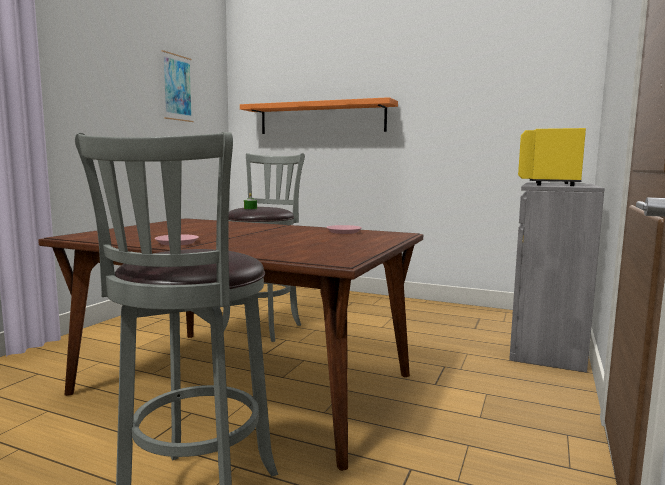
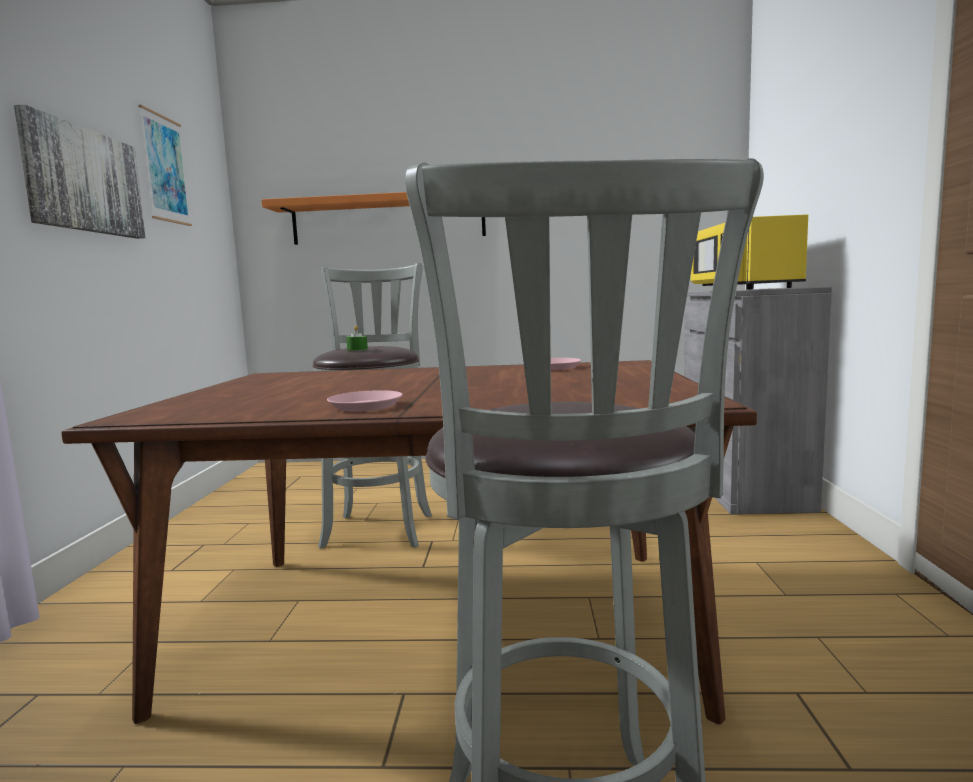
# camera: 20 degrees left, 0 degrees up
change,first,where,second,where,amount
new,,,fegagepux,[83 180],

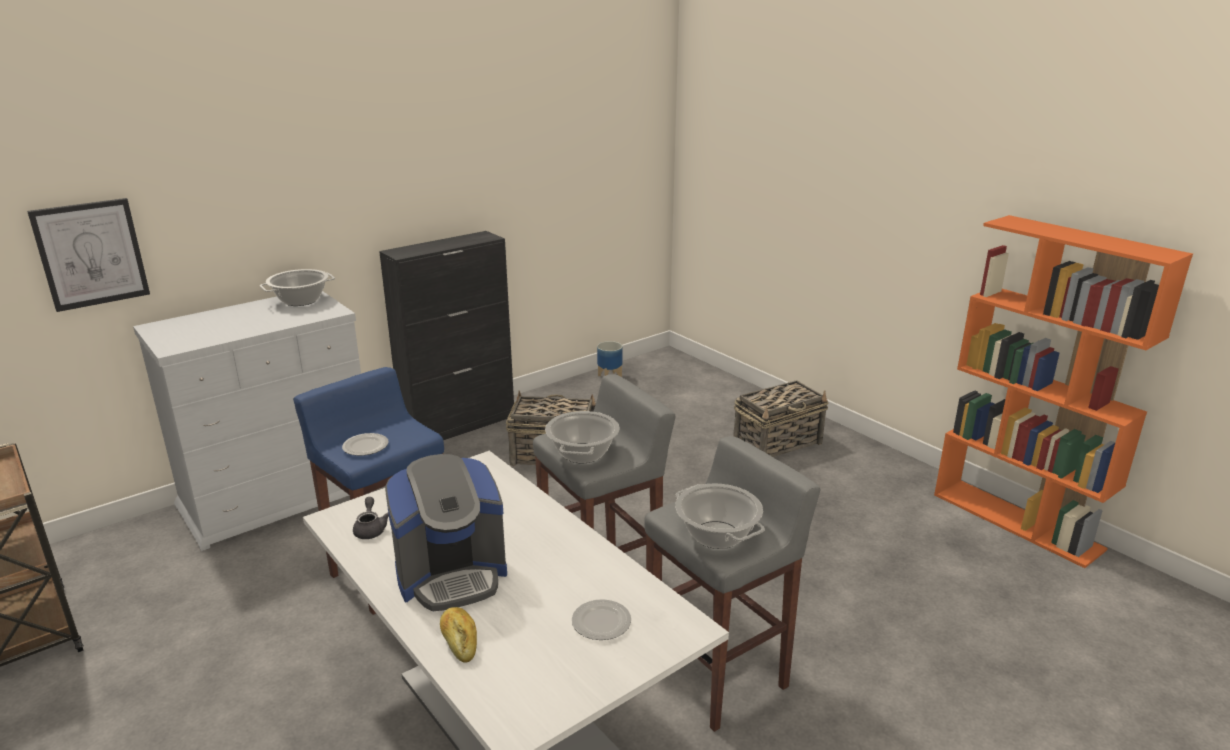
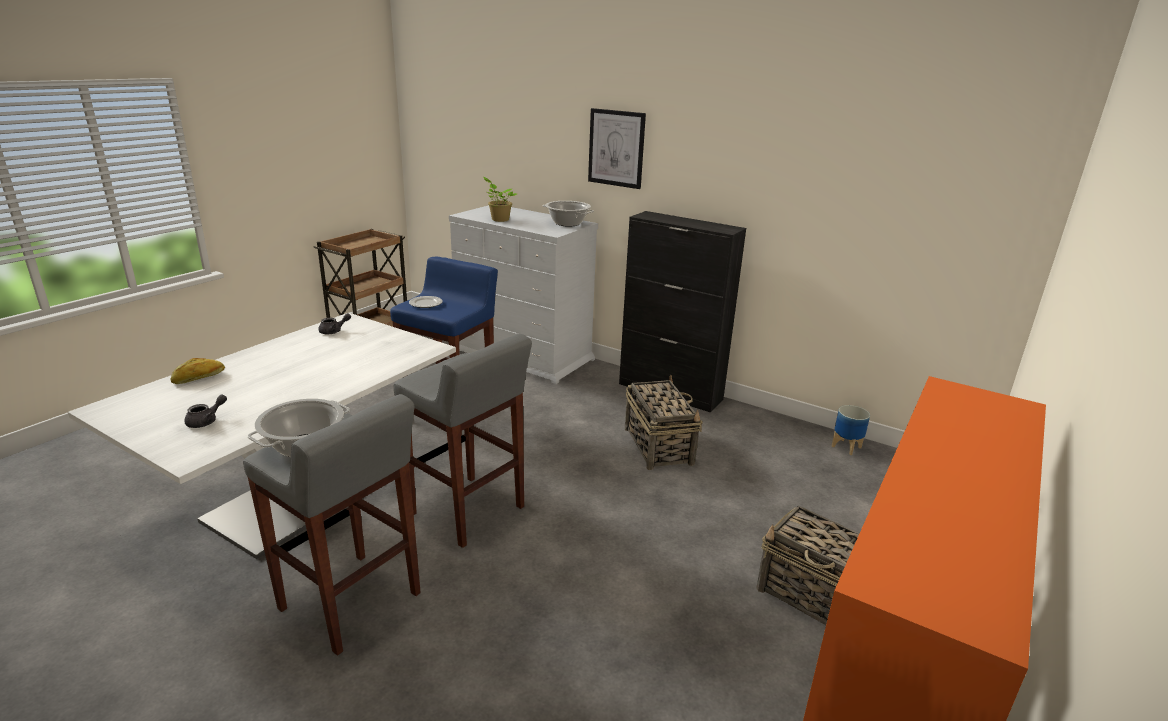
# camera: 70 degrees right, 0 degrees up
change,first,where,second,where,amount
shifted,fegagepux,[91 254],,[616 148],
gone,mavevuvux,[452 575],,,
gone,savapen,[582 453],,,
swapped,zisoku,[600 622],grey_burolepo,[206 421],
new,,,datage,[499 219],

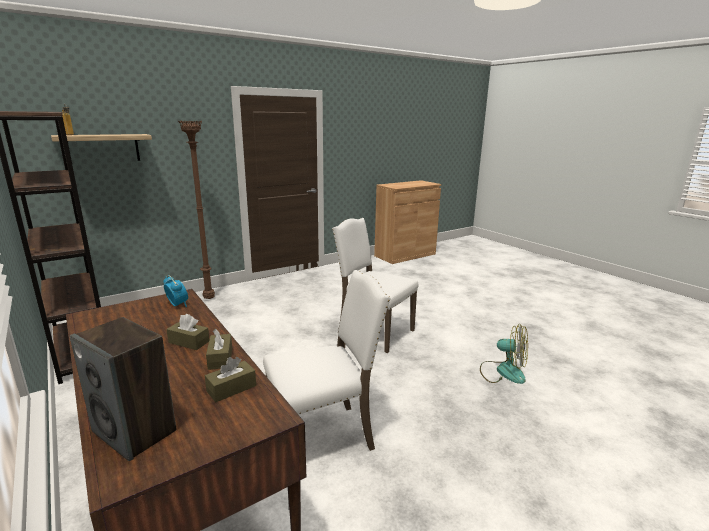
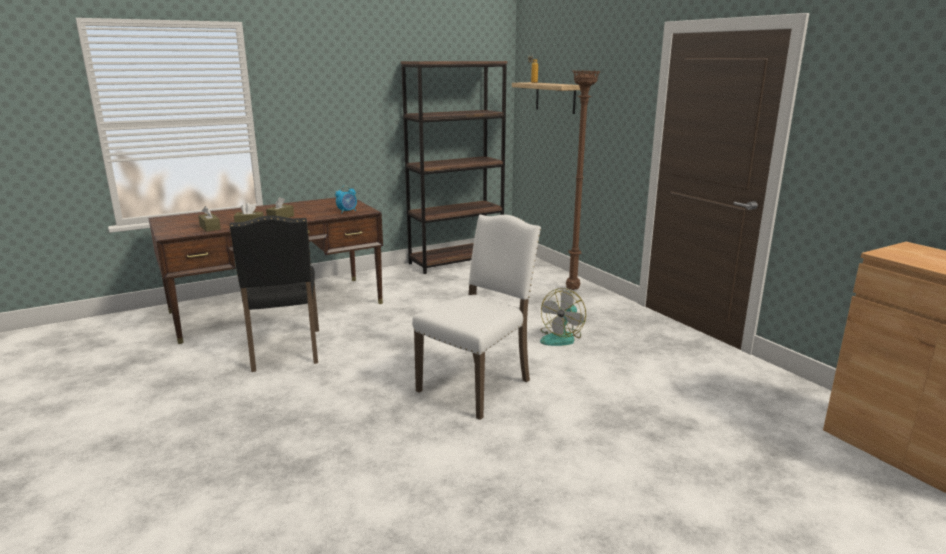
# camera: 95 degrees right, 0 degrees up
change,first,where,second,where,amount
gone,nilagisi,[135 431],,,
repainted,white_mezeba,[323 436],black_mezeba,[284 350],
shifted,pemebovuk,[503 371],,[561 338],

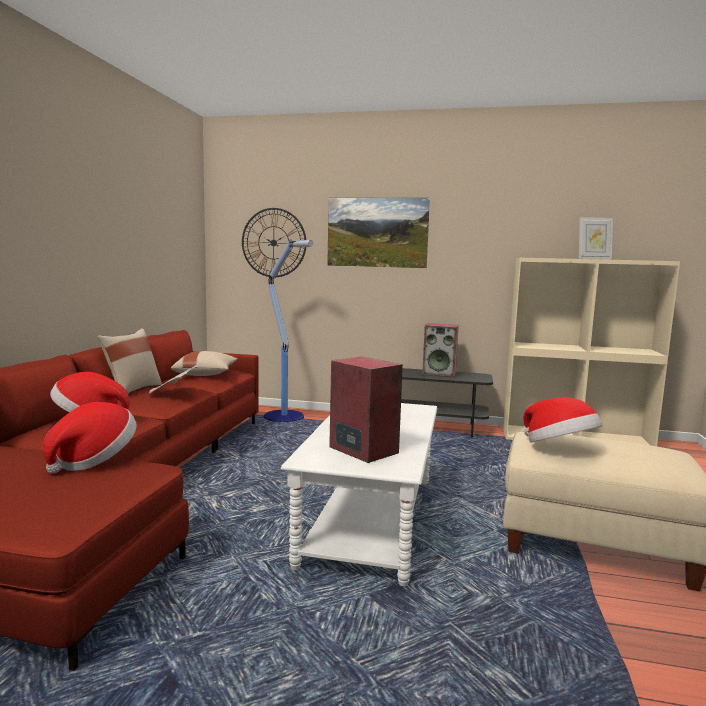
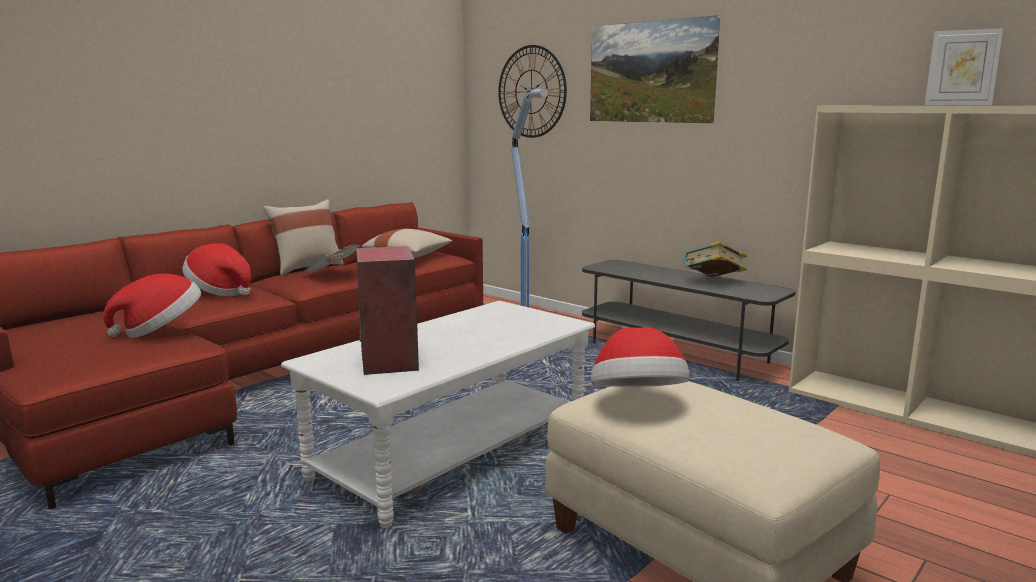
# camera: 30 degrees right, 5 degrees up
change,first,where,second,where,amount
swapped,nilagisi,[439 373],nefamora,[714 282],

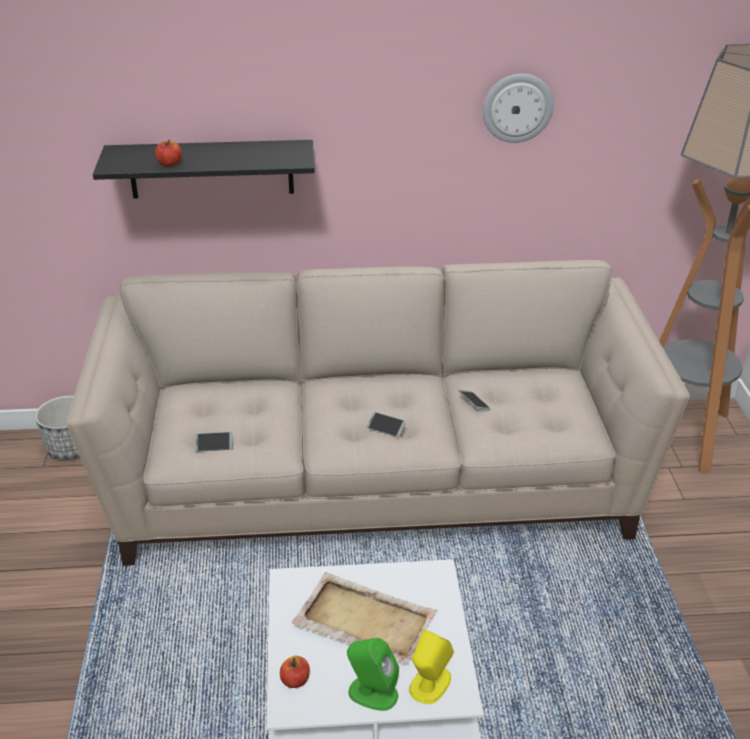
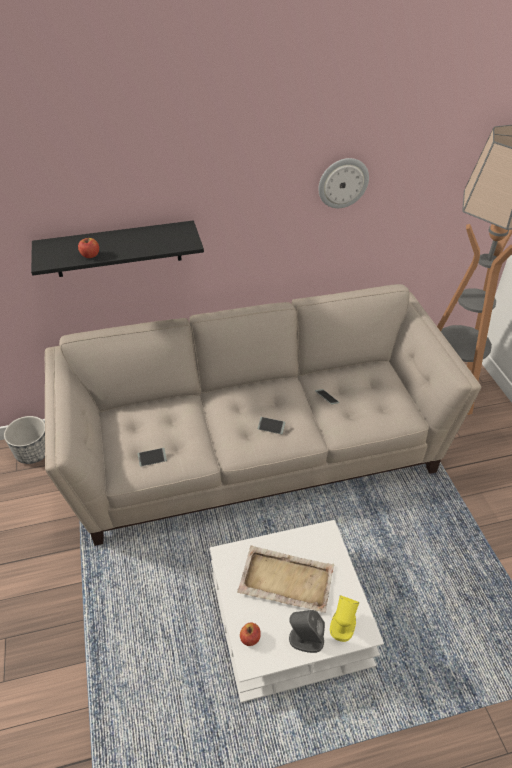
# camera: 10 degrees left, 10 degrees up
change,first,where,second,where,amount
repainted,green_nilagisi,[372 693],grey_nilagisi,[305 639],

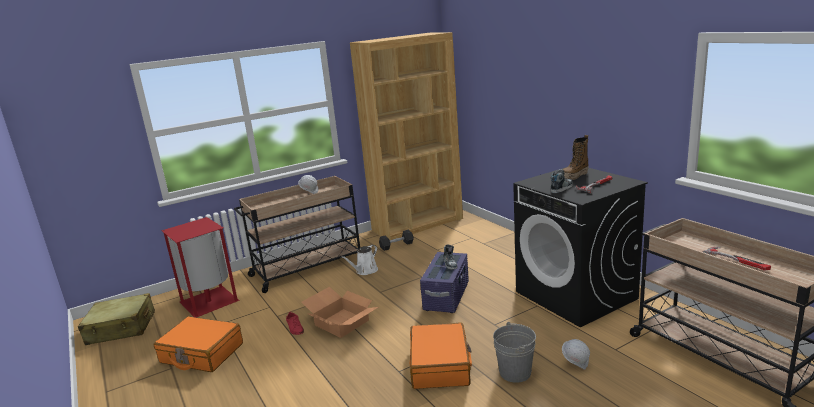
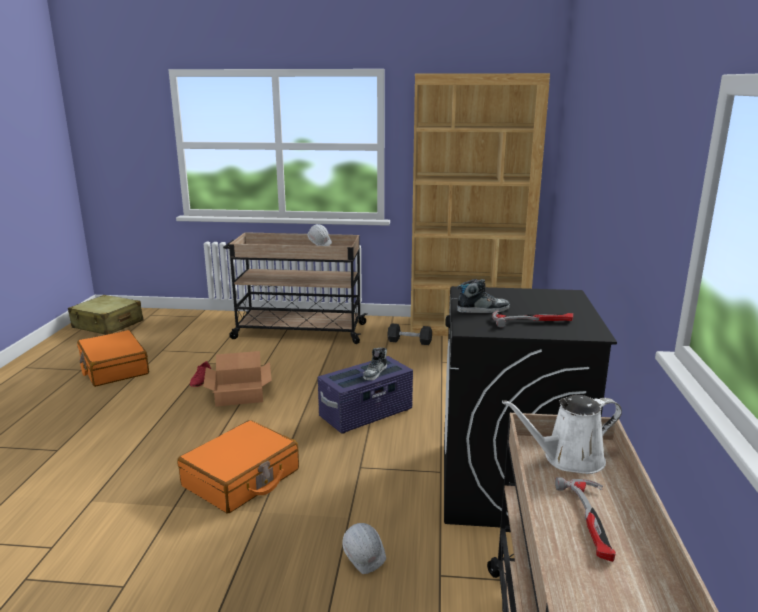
# camera: 35 degrees right, 0 degrees up
change,first,where,second,where,amount
gone,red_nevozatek,[209 301],,,
shifted,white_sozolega,[365 271],,[568 459],
gone,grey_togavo,[515 372],,,
gone,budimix,[575 176],,,

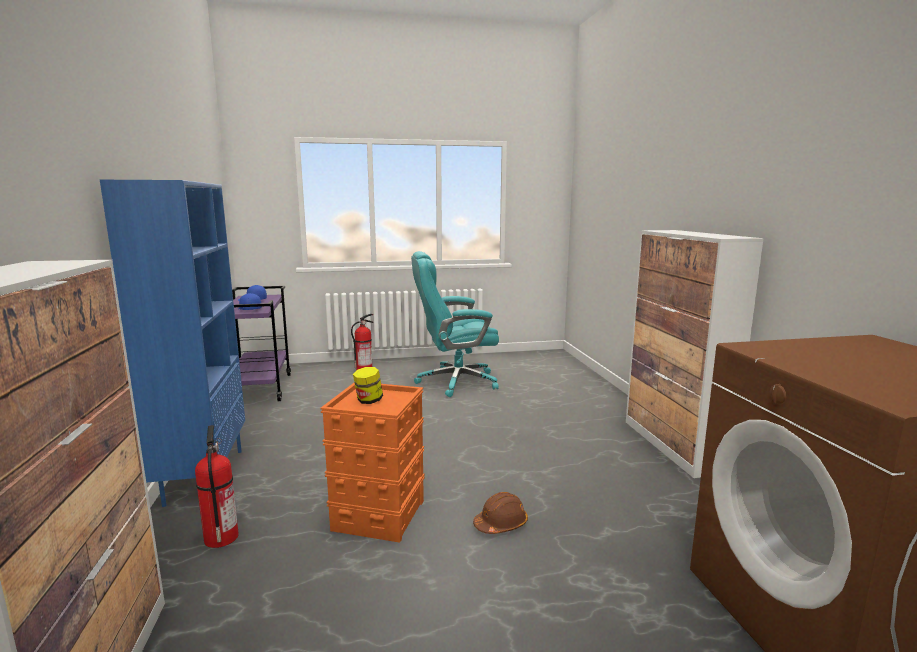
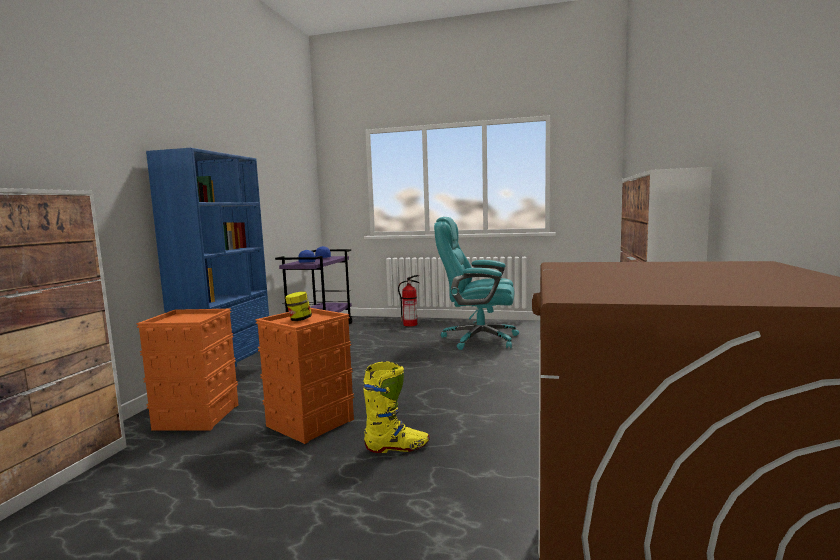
# camera: 25 degrees right, 5 degrees down
change,first,where,second,where,amount
swapped,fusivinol,[220 537],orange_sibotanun,[196 416],
swapped,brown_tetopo,[501 524],yellow_budimix,[397 447],

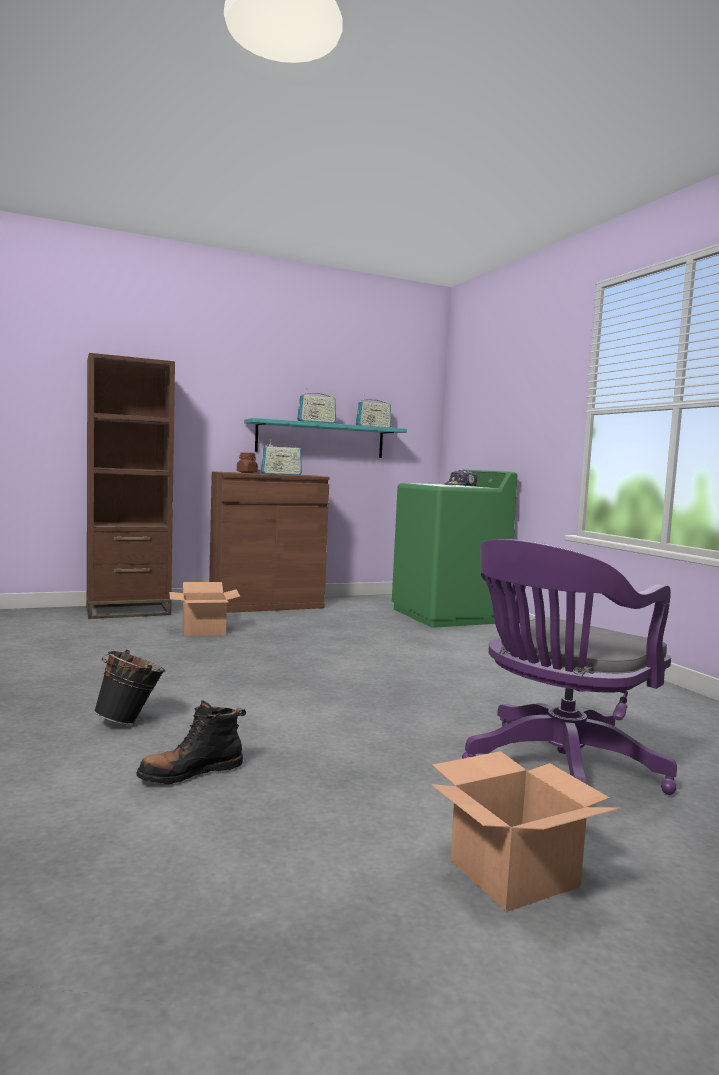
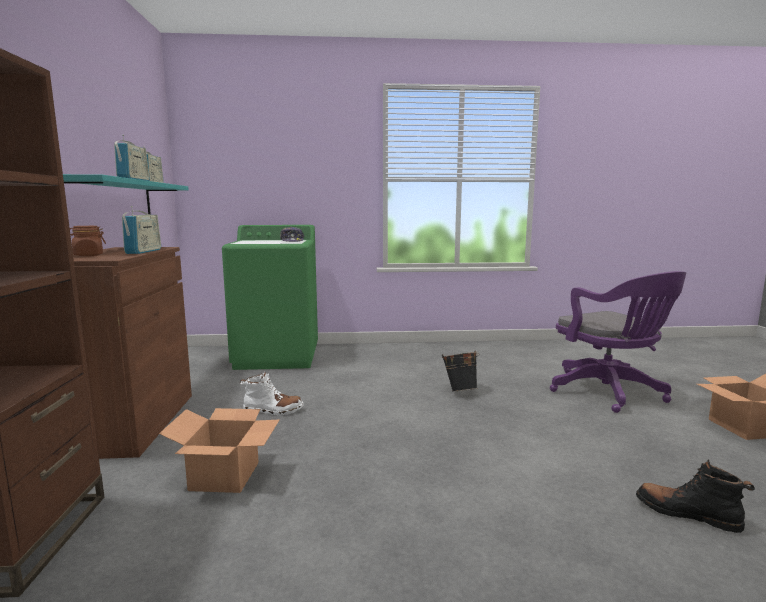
# camera: 70 degrees left, 5 degrees up
change,first,where,second,where,amount
shifted,black_togavo,[130 721],,[460 391],
rotated,black_budimix,[191 773],,[687 514],135 degrees clockwise
new,,,white_budimix,[273 410],

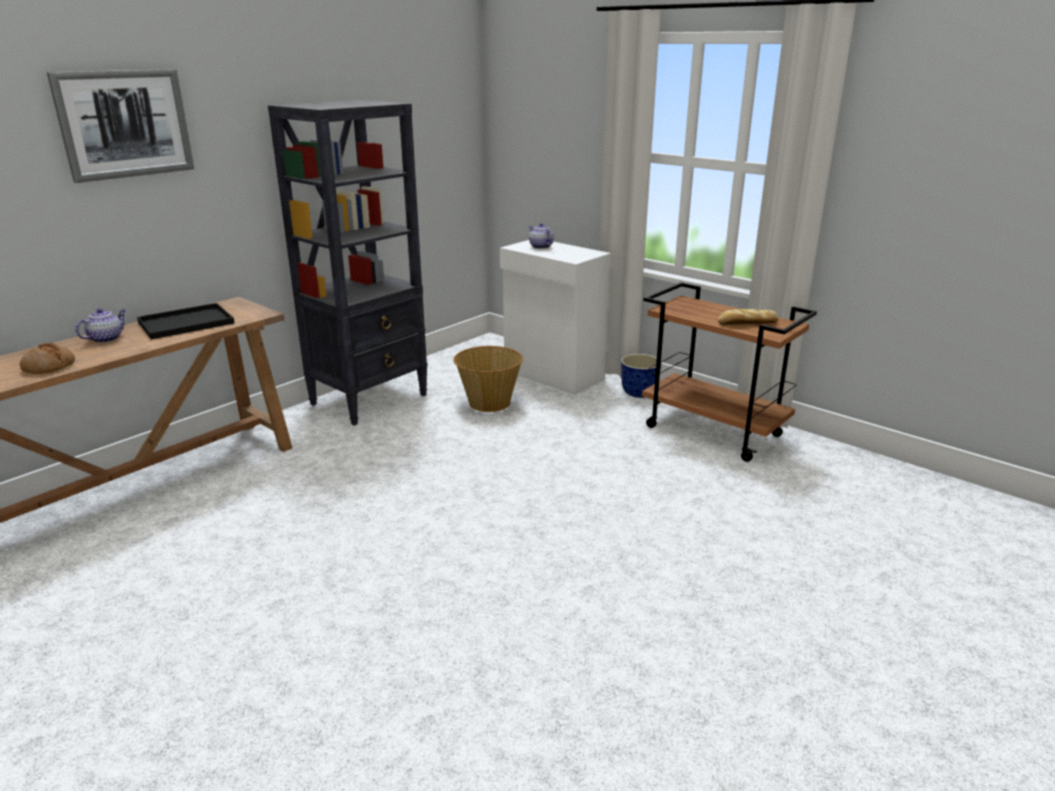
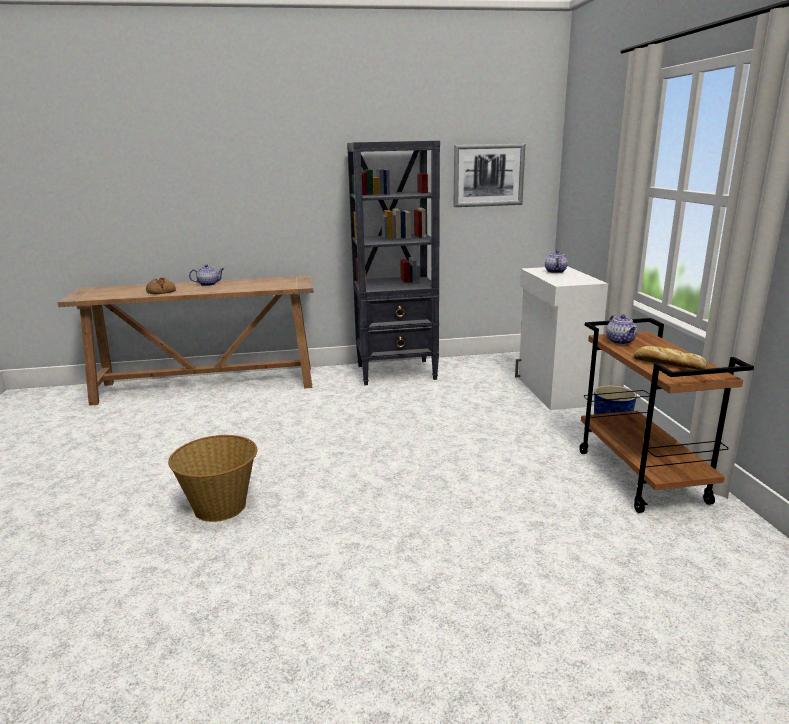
# camera: 40 degrees right, 5 degrees down
change,first,where,second,where,amount
shifted,fegagepux,[125 124],,[488 175],
gone,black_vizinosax,[184 323],,,
shifted,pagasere,[489 402],,[220 506],
new,,,burolepo,[621 342],

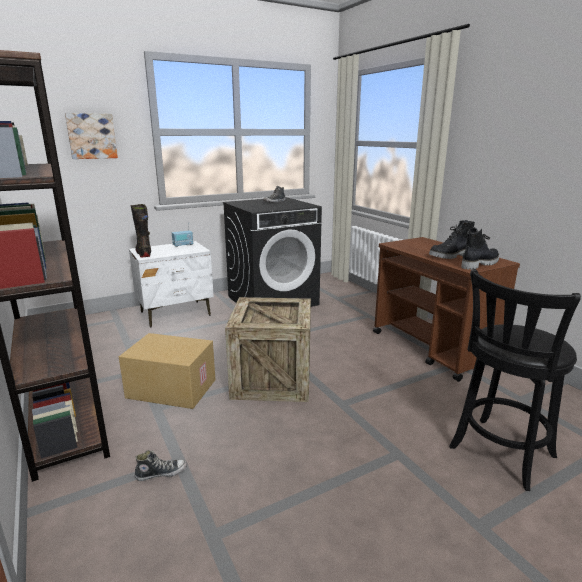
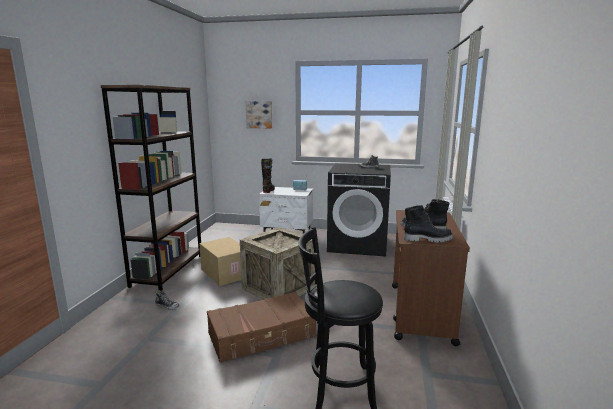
# camera: 40 degrees right, 5 degrees down
change,first,where,second,where,amount
new,,,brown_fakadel,[262 335],

